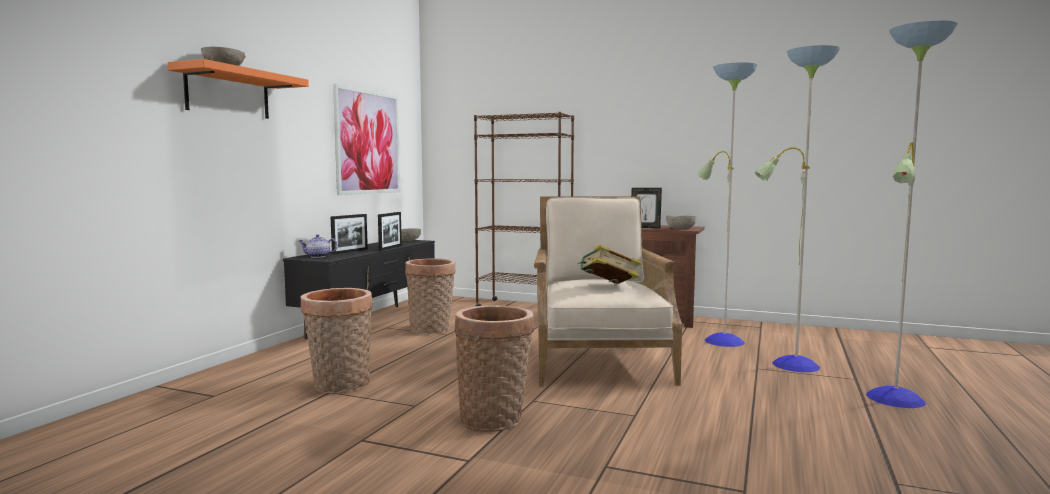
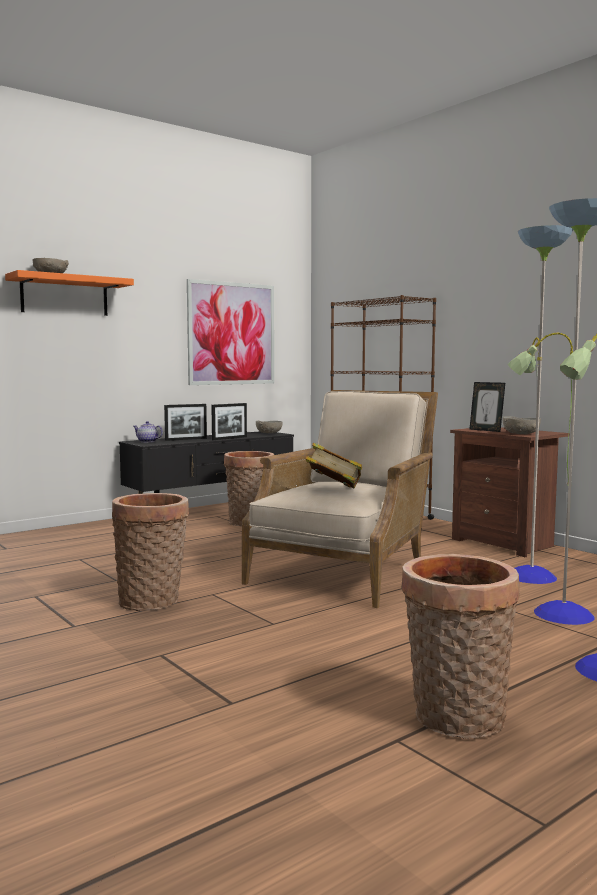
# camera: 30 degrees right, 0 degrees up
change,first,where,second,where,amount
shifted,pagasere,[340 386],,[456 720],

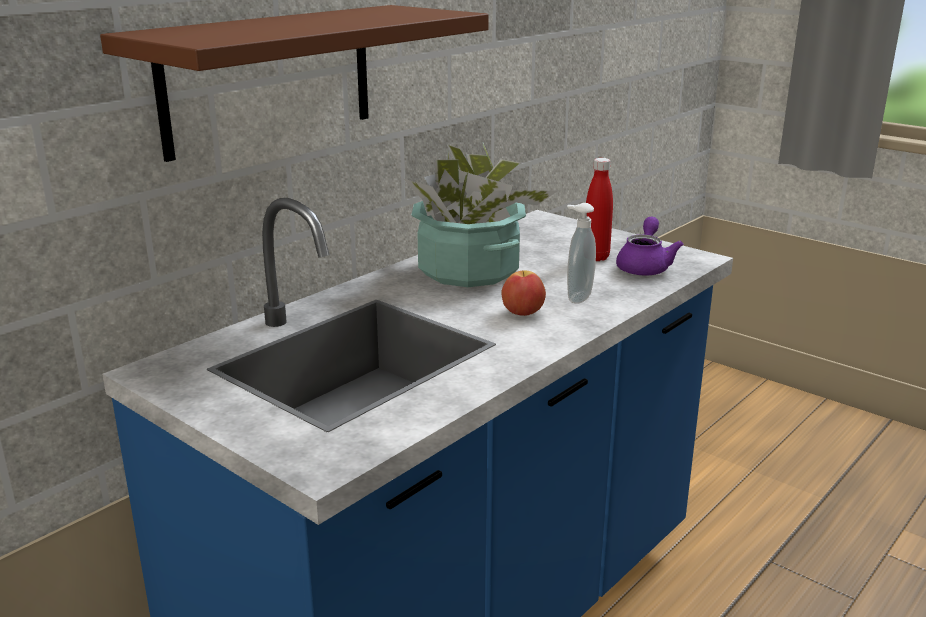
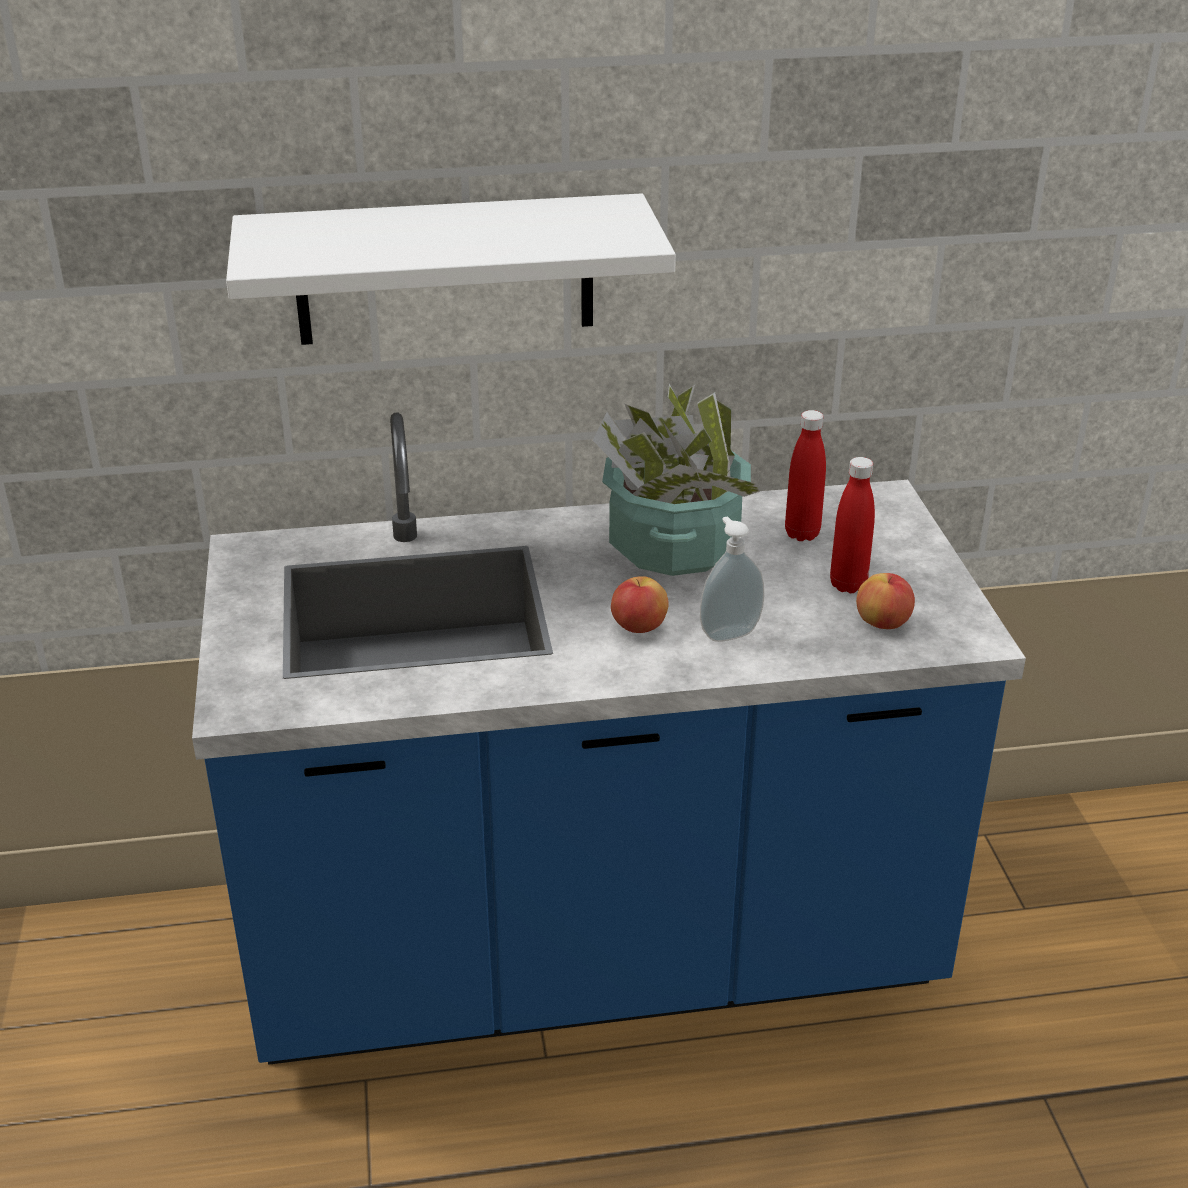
# camera: 40 degrees right, 10 degrees up
change,first,where,second,where,amount
repainted,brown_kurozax,[269 79],white_kurozax,[445 270],
swapped,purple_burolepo,[645 266],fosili,[883 623],
new,,,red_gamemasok,[802 534],

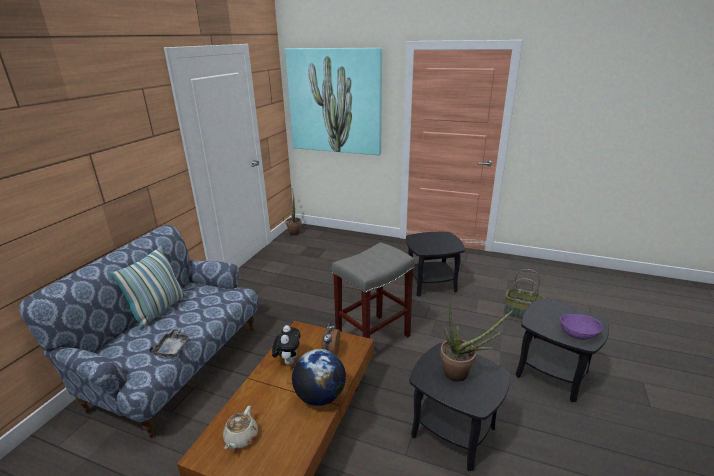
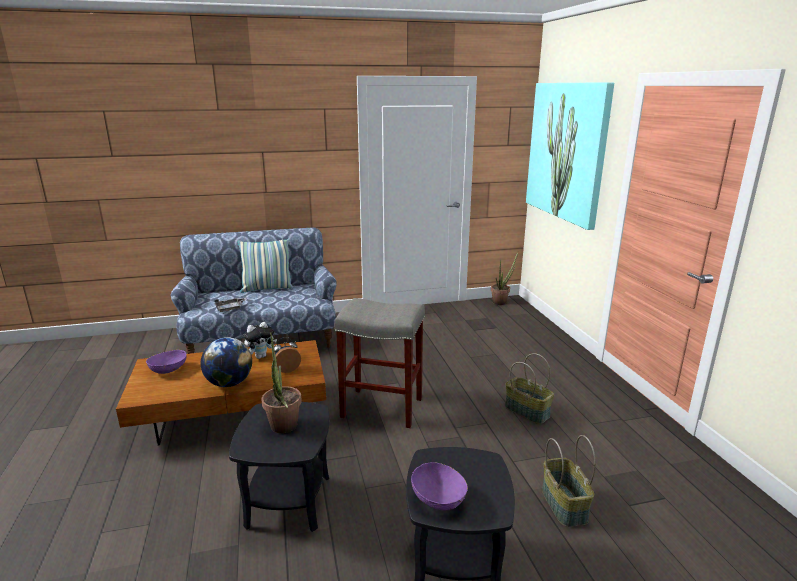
# camera: 55 degrees right, 5 degrees down
change,first,where,second,where,amount
swapped,beige_burolepo,[241 438],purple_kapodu,[168 370],
swapped,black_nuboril,[431 284],pagasere,[527 411],

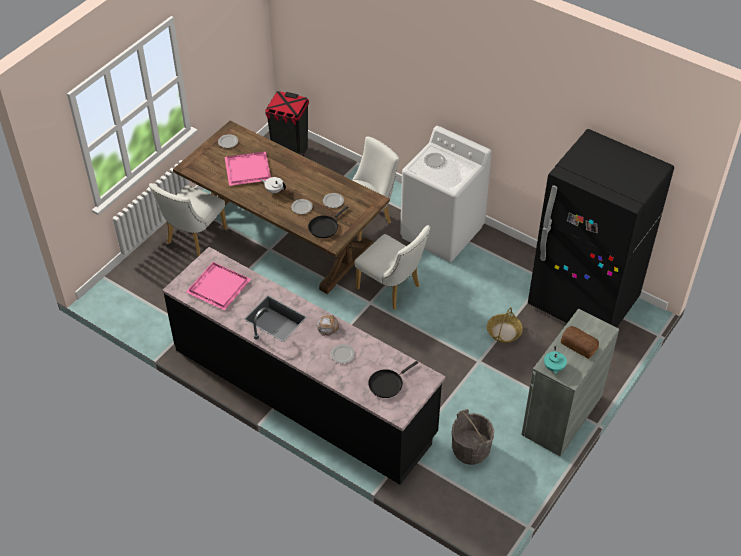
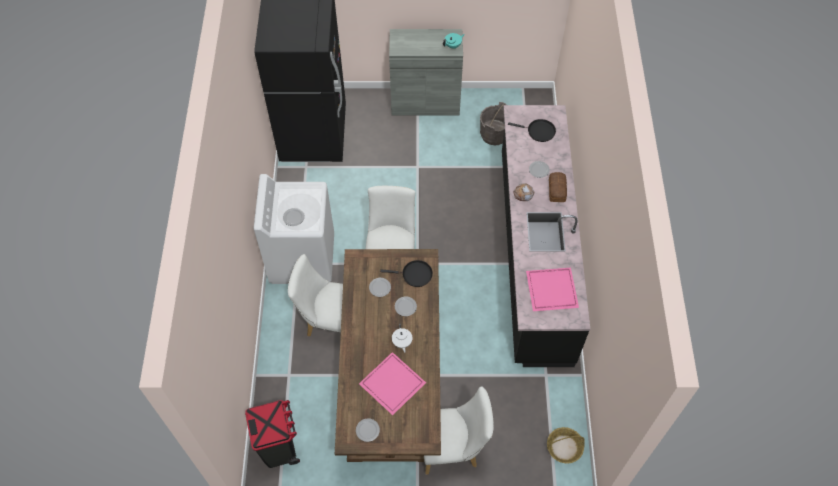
# camera: 125 degrees left, 10 degrees up
change,first,where,second,where,amount
shifted,pagasere,[504 332],,[564 447],
shifted,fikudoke,[579 345],,[556 190],

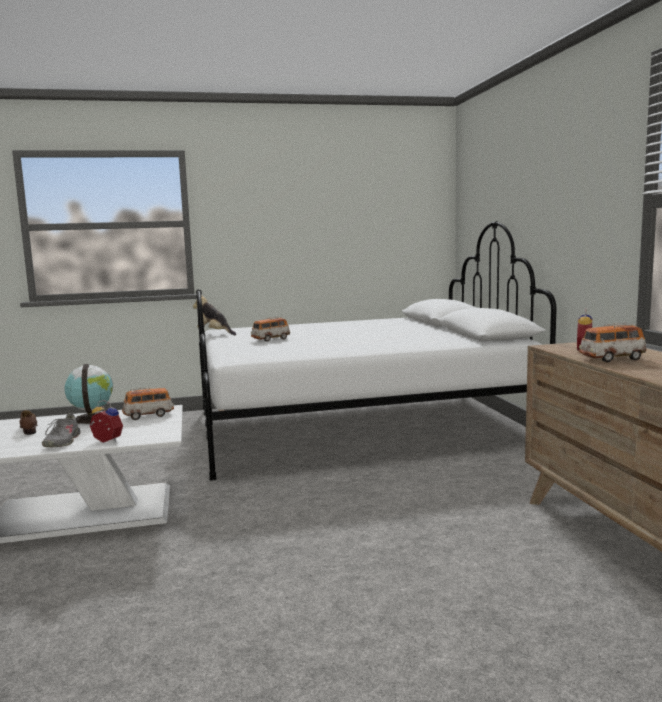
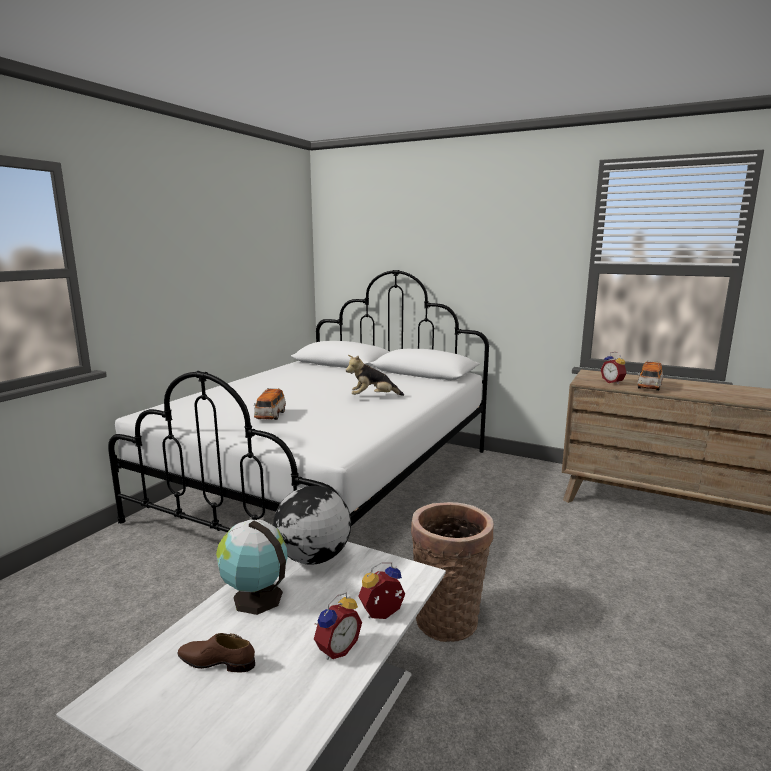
# camera: 50 degrees left, 5 degrees up
change,first,where,second,where,amount
swapped,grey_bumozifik,[62 442],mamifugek,[336 649],
swapped,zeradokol,[149 415],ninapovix,[313 558],
shifted,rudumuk,[215 333],,[373 397],
new,,,pagasere,[448 617],

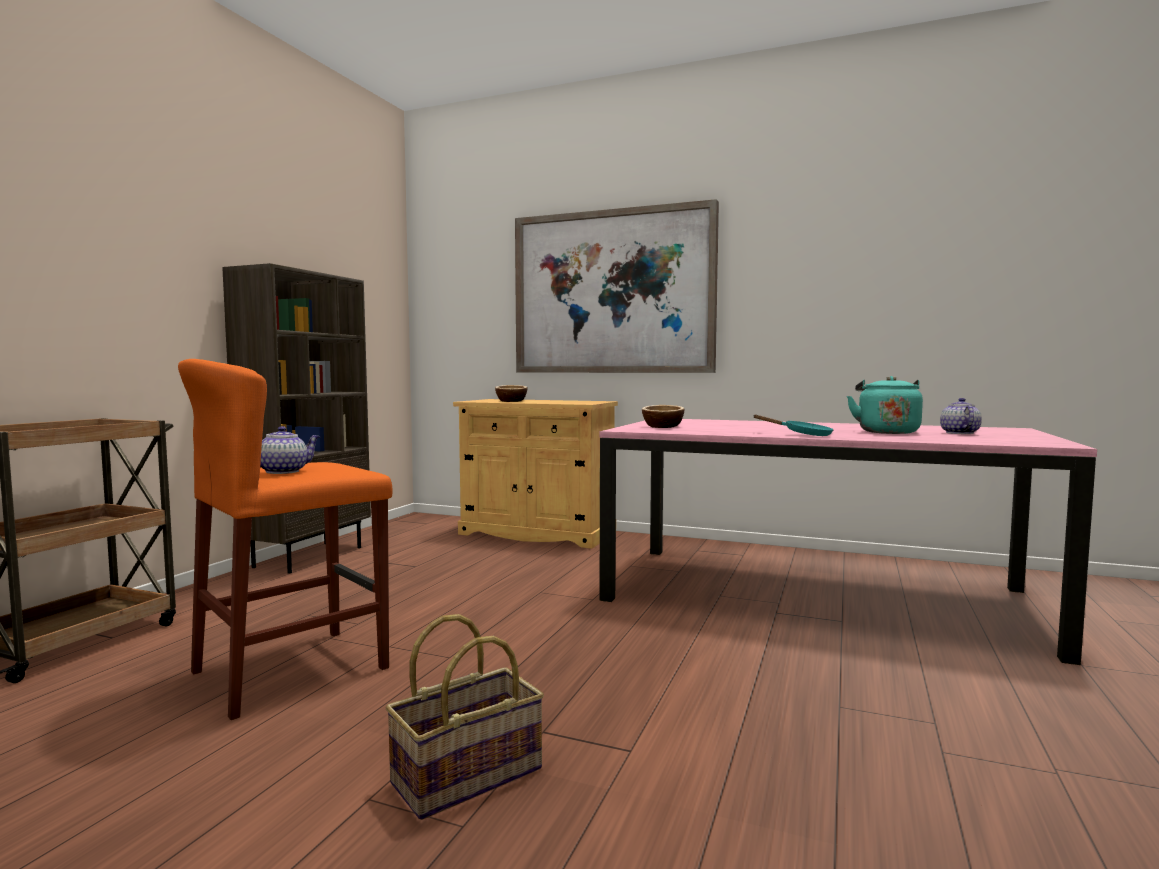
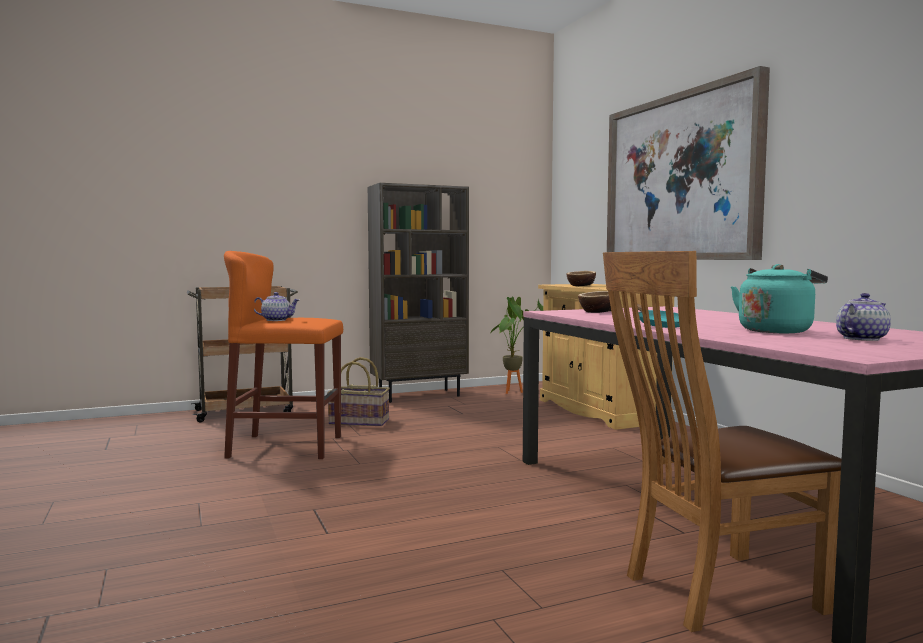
# camera: 45 degrees right, 0 degrees up
change,first,where,second,where,amount
shifted,pagasere,[467 774],,[360 421],
new,,,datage,[516 391],
new,,,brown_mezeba,[711 592],

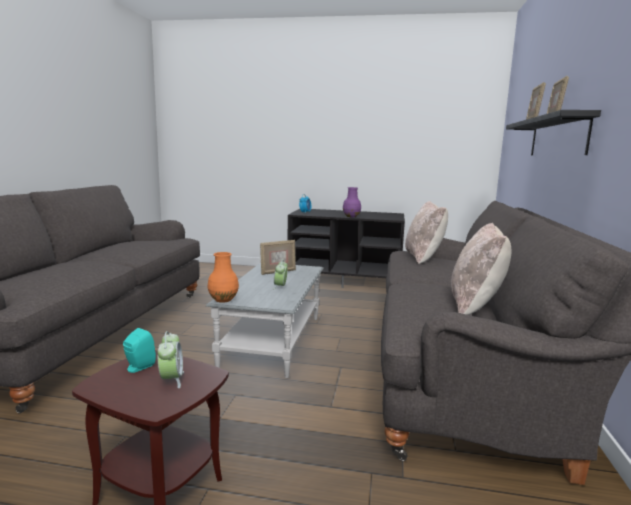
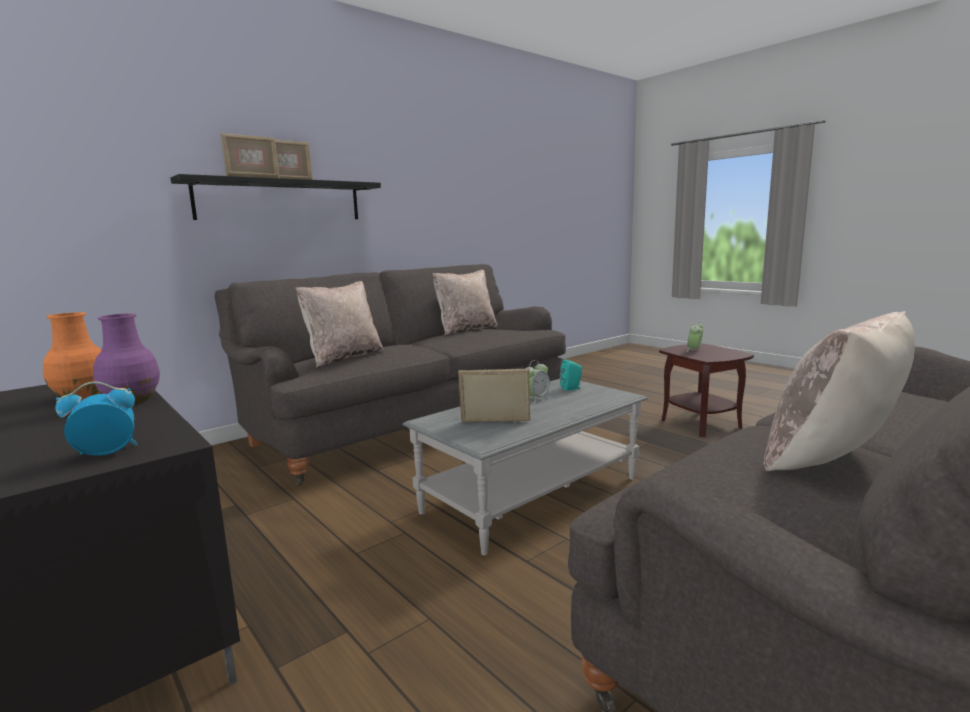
# camera: 140 degrees left, 0 degrees up
change,first,where,second,where,amount
shifted,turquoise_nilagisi,[138 367],,[572 388],
shifted,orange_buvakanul,[223 300],,[82 396],
new,,,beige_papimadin,[832 460],

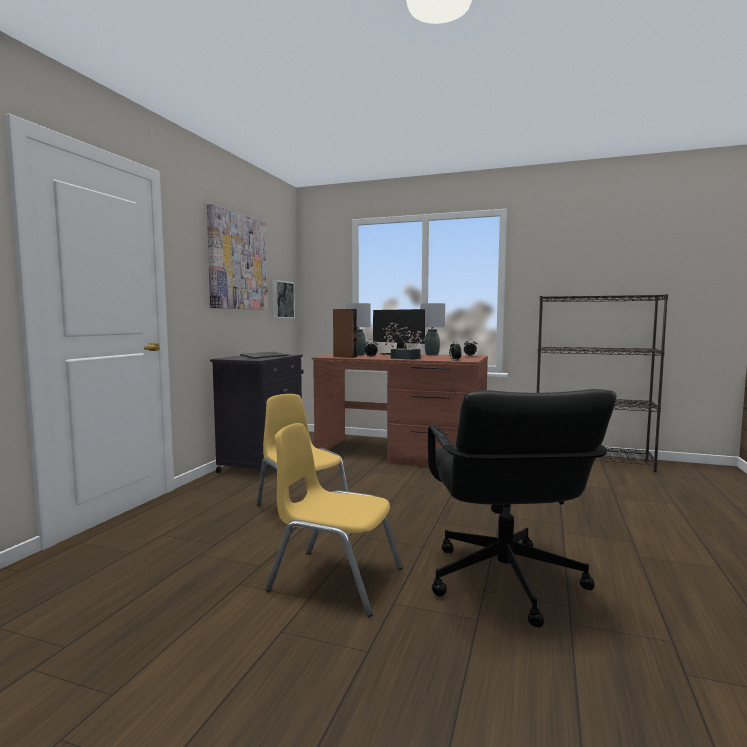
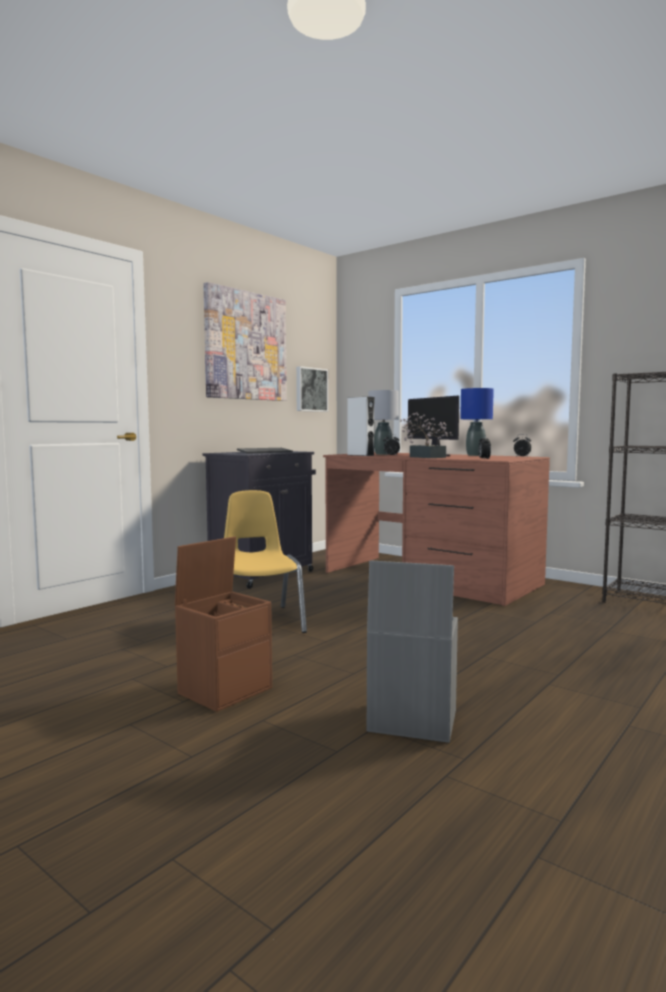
# camera: 20 degrees right, 0 degrees up
change,first,where,second,where,amount
swapped,yellow_mezeba,[335 579],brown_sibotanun,[225 689],
repainted,brown_nilagisi,[345 357],white_nilagisi,[360 455],
repainted,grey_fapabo,[431 355],blue_fapabo,[475 455],
swapped,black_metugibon,[504 581],grey_sibotanun,[410 721],

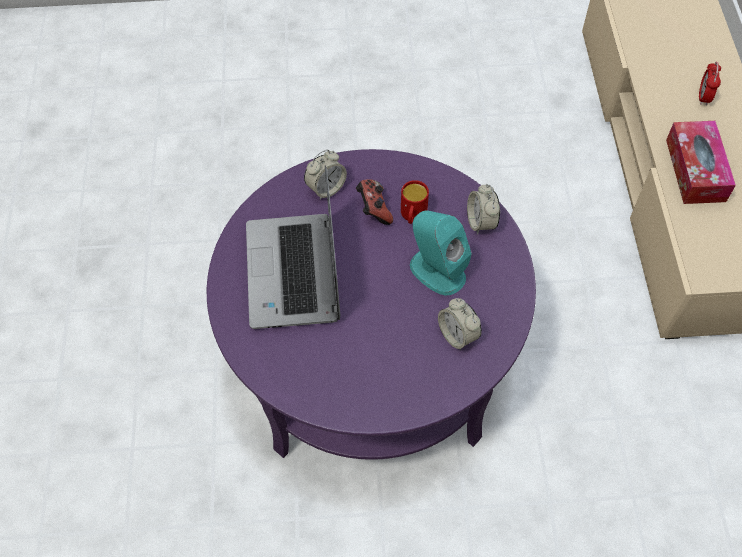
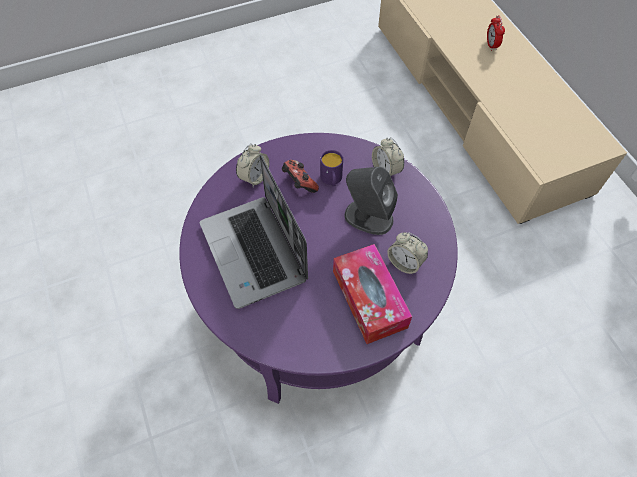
# camera: 20 degrees left, 0 degrees up
change,first,where,second,where,amount
repainted,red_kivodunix,[412 215],purple_kivodunix,[331 180],
repainted,turquoise_nilagisi,[437 270],grey_nilagisi,[368 217],
shifted,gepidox,[695 170],,[369 299],

